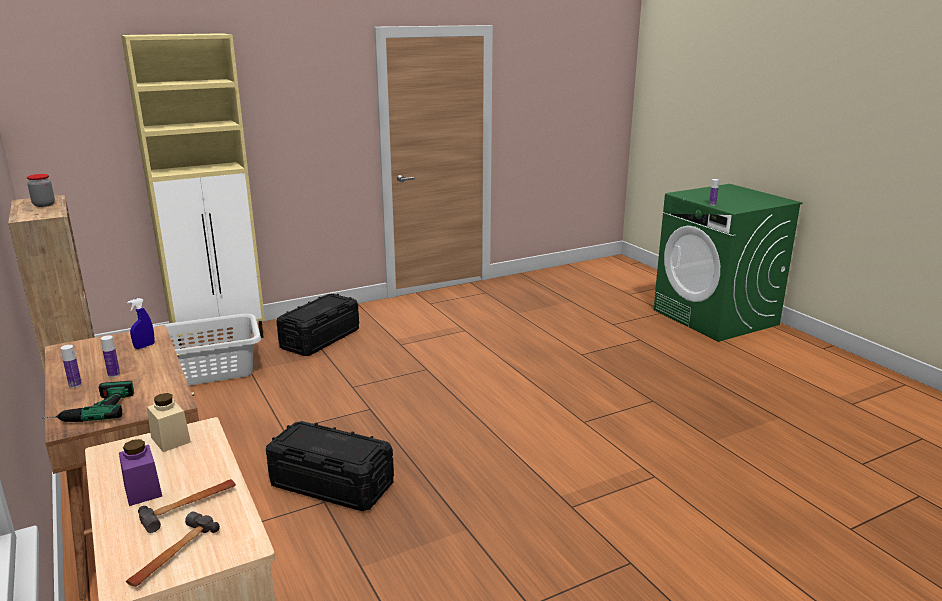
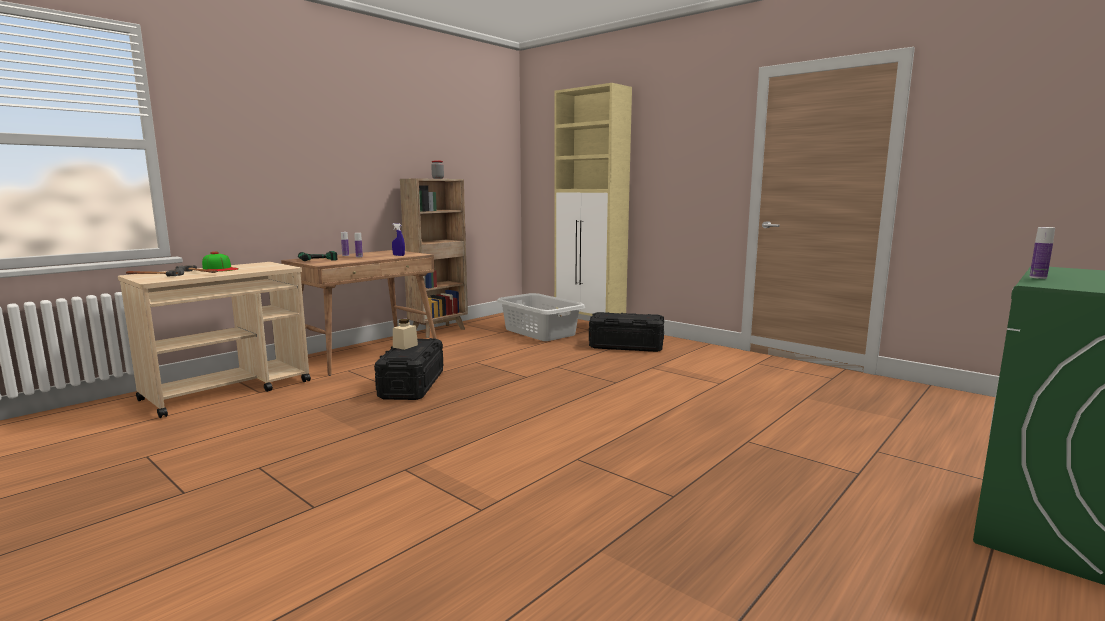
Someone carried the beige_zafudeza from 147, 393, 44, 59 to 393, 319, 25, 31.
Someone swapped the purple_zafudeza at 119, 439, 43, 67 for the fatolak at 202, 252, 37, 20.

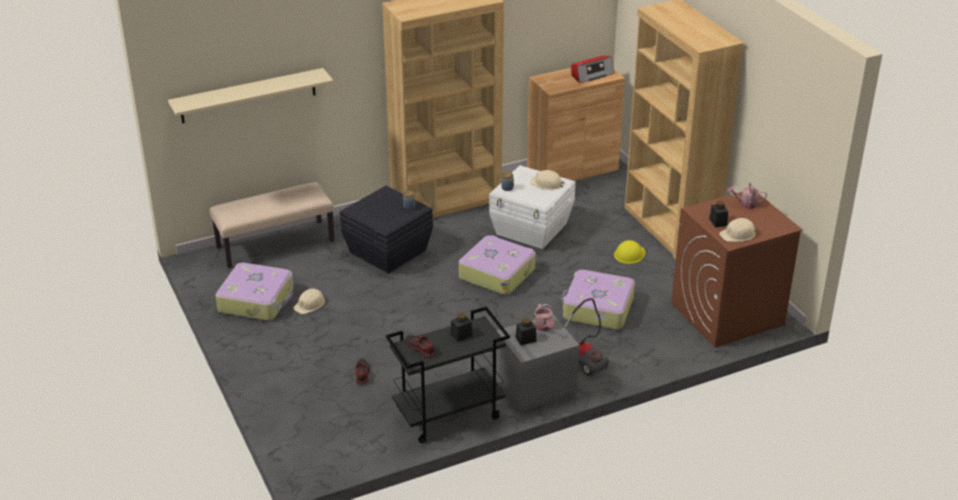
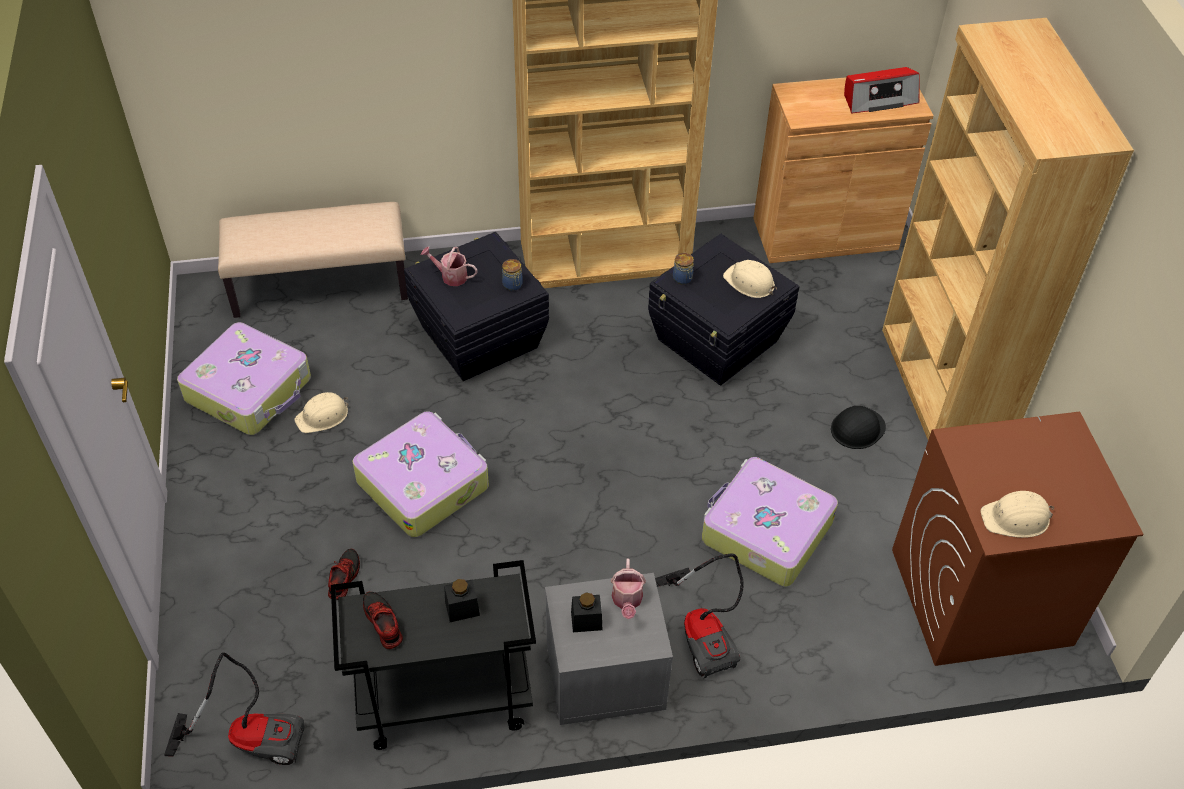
Someone took away the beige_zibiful at 168, 68, 166, 55.
Someone took away the black_zafudeza at 709, 201, 19, 26.
Someone put down the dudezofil at 164, 652, 141, 113.
Someone carried the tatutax from 459, 235, 77, 60 to 353, 411, 136, 126.
Someone carried the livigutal from 727, 182, 40, 27 to 421, 247, 56, 39.
Someone repainted the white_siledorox at 489, 165, 87, 84, which became the black_siledorox at 648, 234, 152, 151.
Someone repainted the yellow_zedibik at 614, 240, 32, 24, which became the black_zedibik at 831, 406, 55, 43.

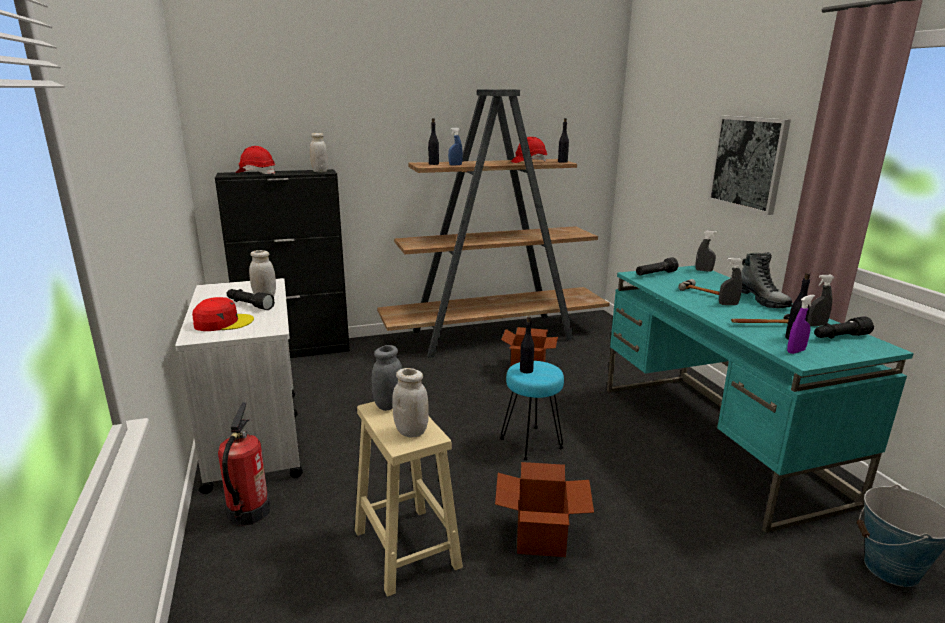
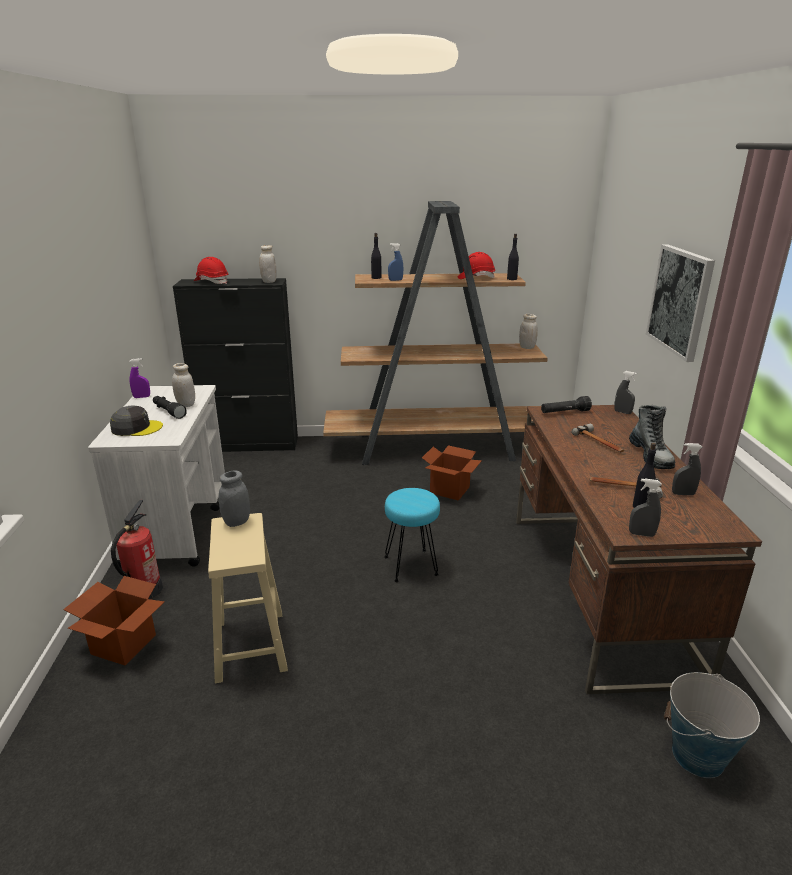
Someone took away the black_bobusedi at 520, 316, 14, 57.
Someone took away the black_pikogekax at 814, 316, 60, 23.
Someone carried the white_zafudeza from 392, 368, 37, 69 to 519, 314, 19, 35.
Someone carried the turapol from 495, 462, 99, 95 to 63, 576, 102, 90.
Someone carried the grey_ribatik from 719, 258, 24, 47 to 629, 478, 33, 59.
Someone carried the purple_ribatik from 787, 295, 28, 59 to 129, 358, 21, 40.
Someone repainted the red_fatolak at 192, 297, 62, 34, which became the grey_fatolak at 110, 406, 53, 30.
Someone repainted the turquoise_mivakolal at 607, 265, 307, 268, which became the brown_mivakolal at 516, 405, 246, 289.

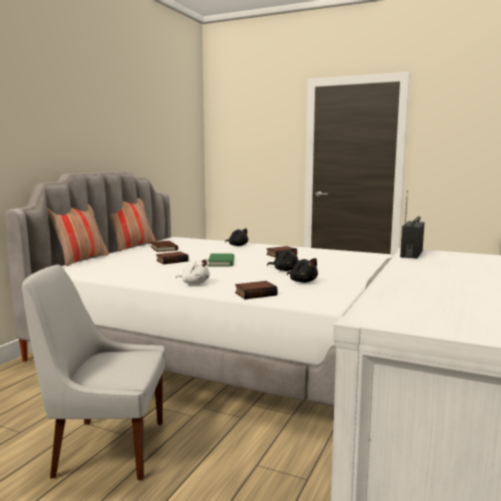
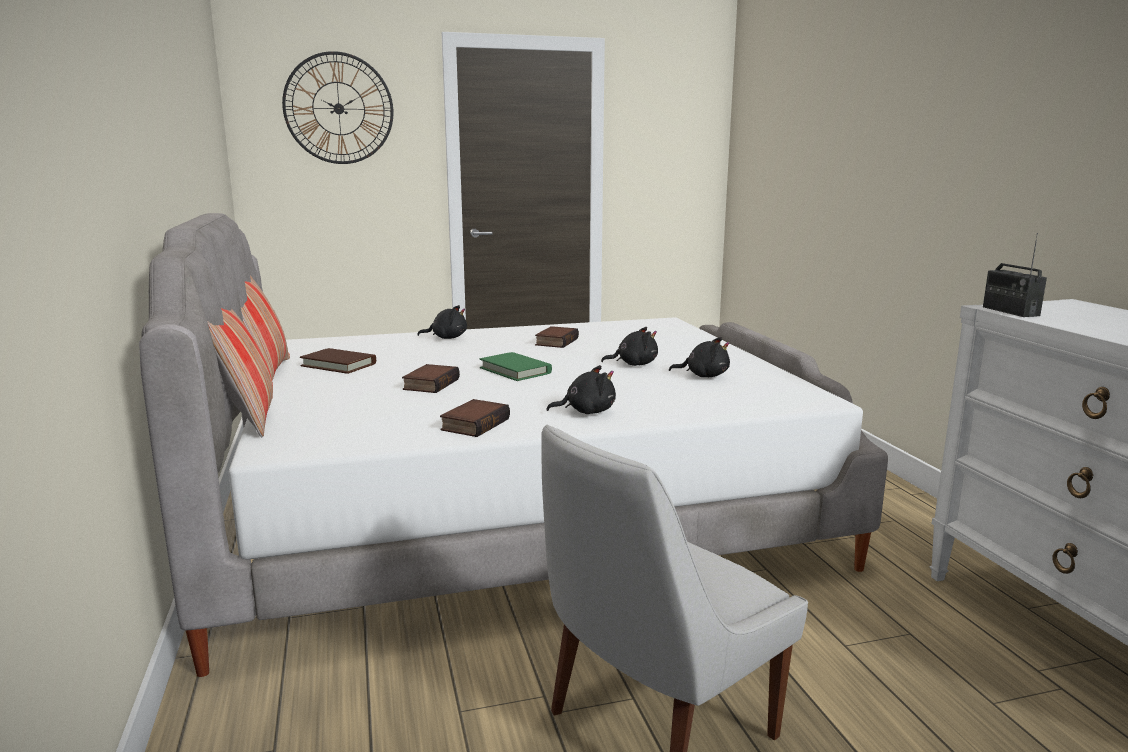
Someone put up the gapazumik at 282, 51, 111, 113.
Someone carried the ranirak from 235, 281, 43, 18 to 440, 399, 70, 38.
Someone repainted the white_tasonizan at 176, 258, 34, 26, which became the black_tasonizan at 547, 365, 69, 49.

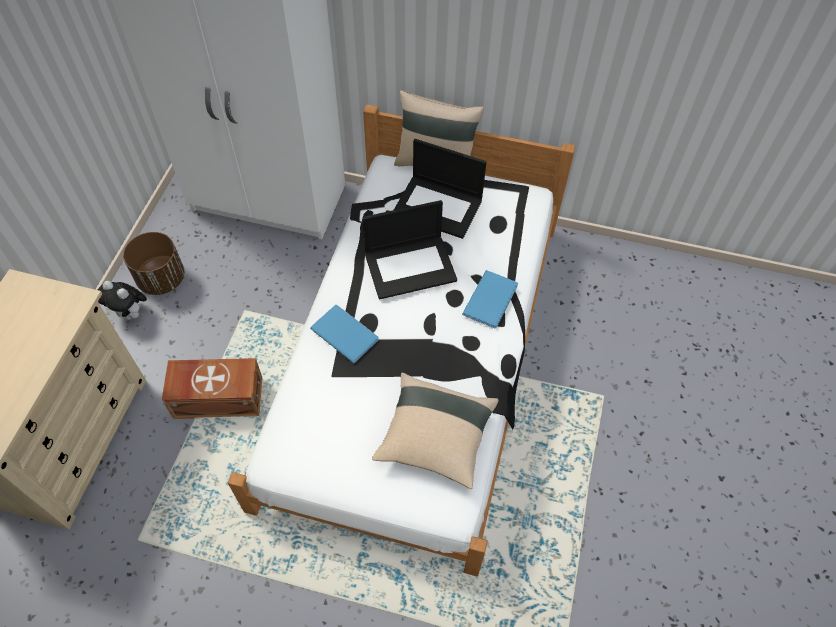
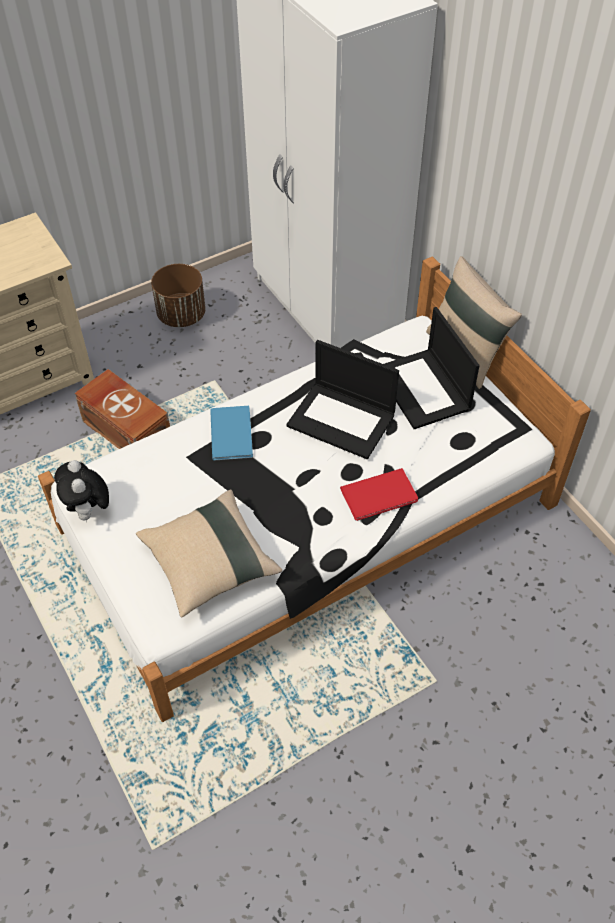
Someone carried the tasonizan from 98, 281, 49, 39 to 54, 460, 55, 63.
Someone repainted the blue_ranirak at 462, 270, 56, 58, which became the red_ranirak at 340, 468, 78, 53.

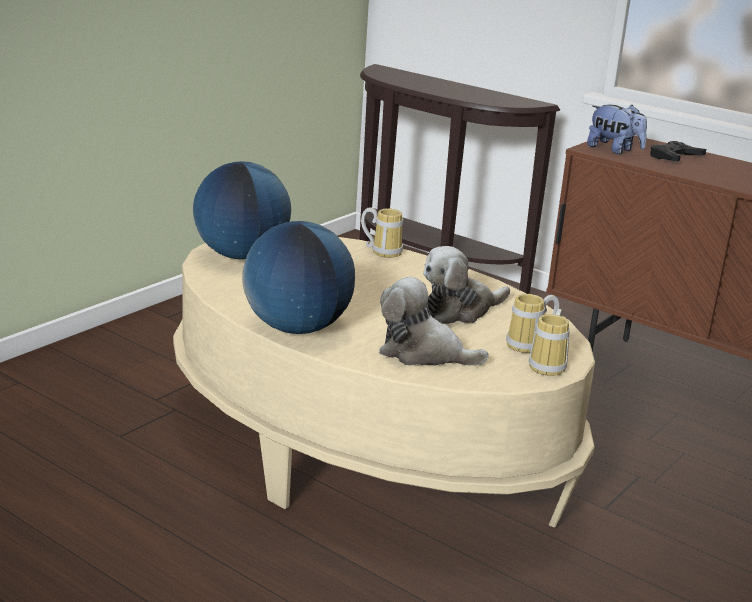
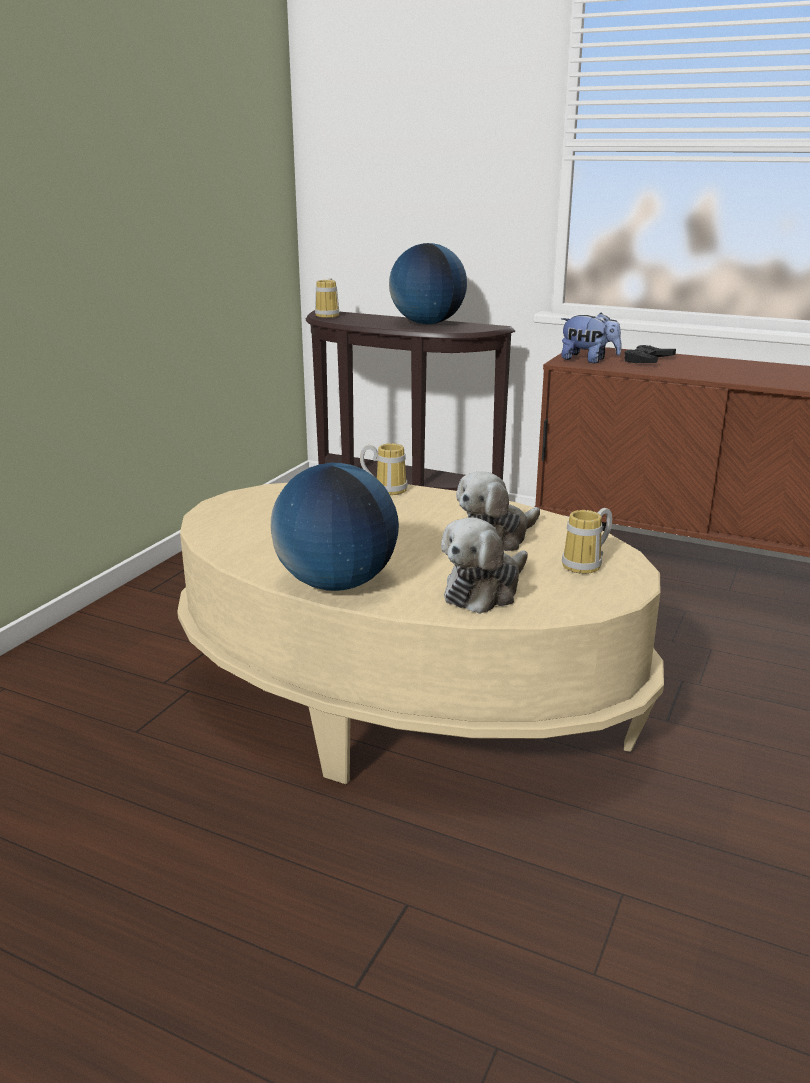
Someone carried the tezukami from 193, 161, 98, 98 to 389, 243, 78, 81.
Someone carried the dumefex from 529, 309, 41, 67 to 315, 278, 24, 40.
Someone rotated the tasonizan at 379, 276, 110, 90 by 60 degrees counterclockwise.

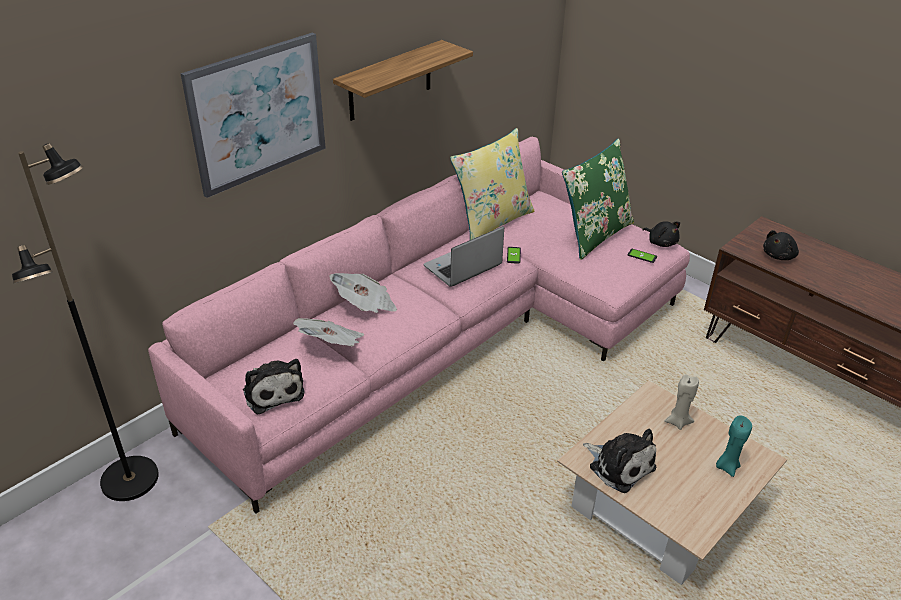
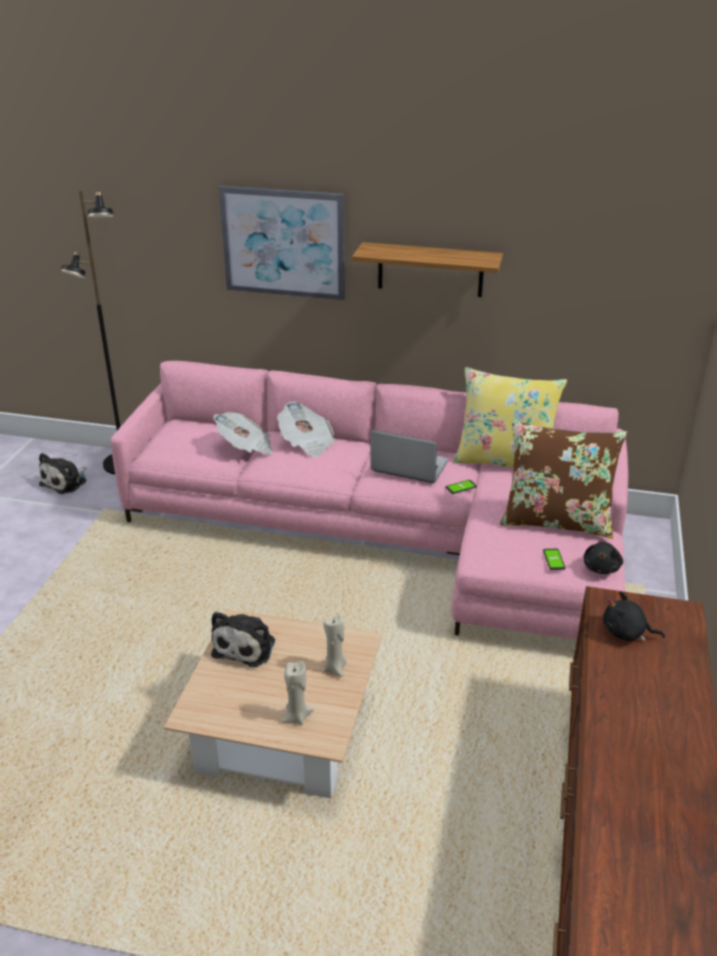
Someone carried the tasonizan from 243, 359, 62, 56 to 39, 453, 47, 41.
Someone repainted the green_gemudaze at 562, 139, 72, 121, which became the brown_gemudaze at 500, 420, 128, 119.
Someone repainted the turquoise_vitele at 716, 416, 36, 61, which became the beige_vitele at 282, 661, 32, 64.

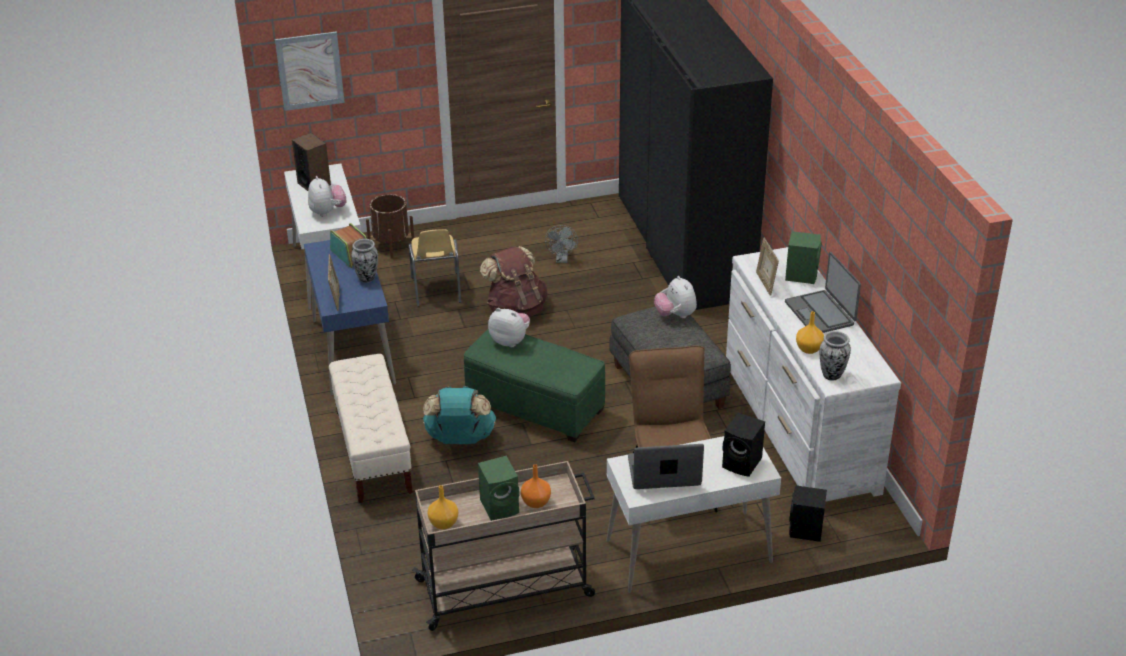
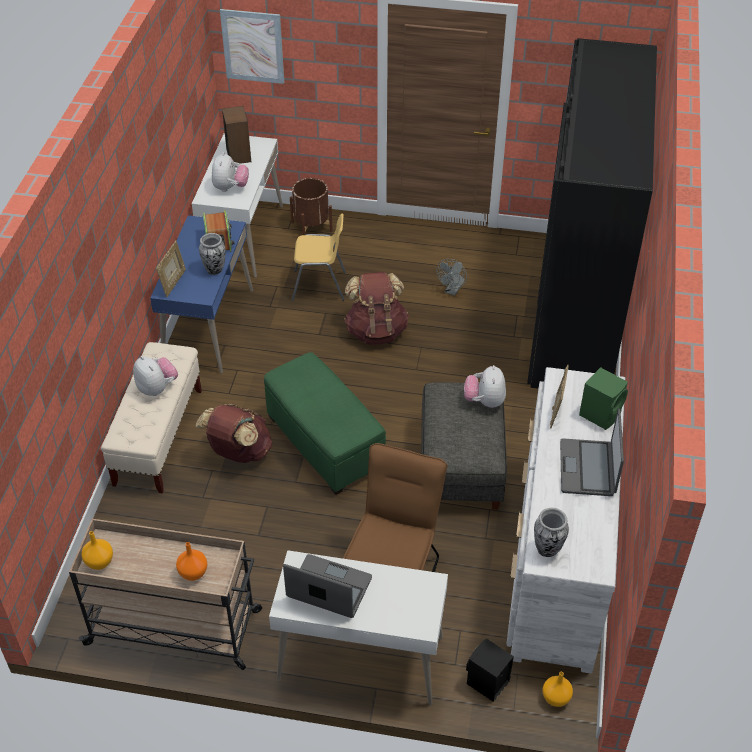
Someone took away the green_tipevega at 478, 456, 41, 65.
Someone took away the black_tipevega at 722, 413, 43, 64.
Someone carried the tasonizan from 488, 308, 42, 39 to 133, 356, 45, 40.
Someone carried the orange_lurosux from 796, 311, 28, 43 to 543, 672, 30, 35.
Someone repainted the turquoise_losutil at 423, 386, 73, 58, which became the brown_losutil at 196, 404, 76, 59.
Someone rotated the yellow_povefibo at 409, 229, 52, 78 by 105 degrees counterclockwise.

